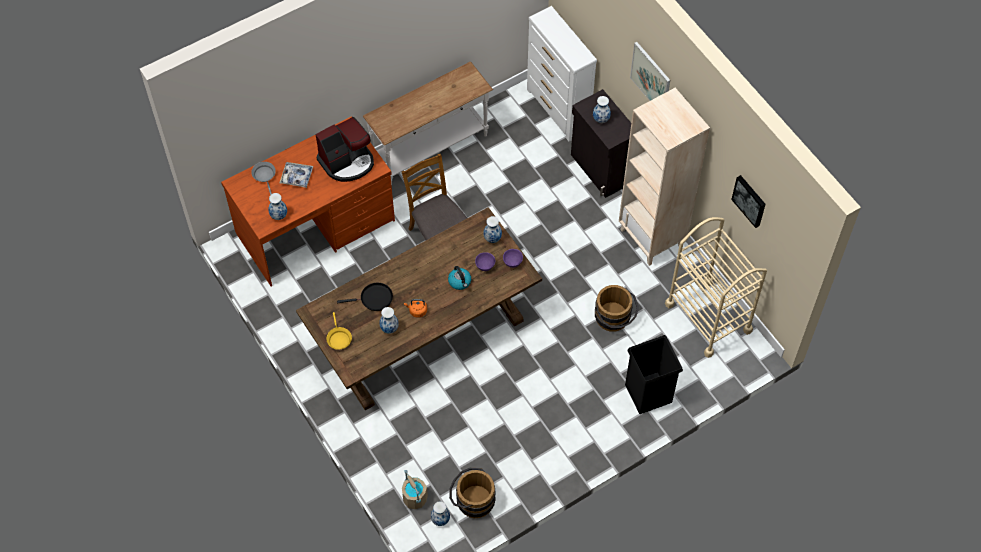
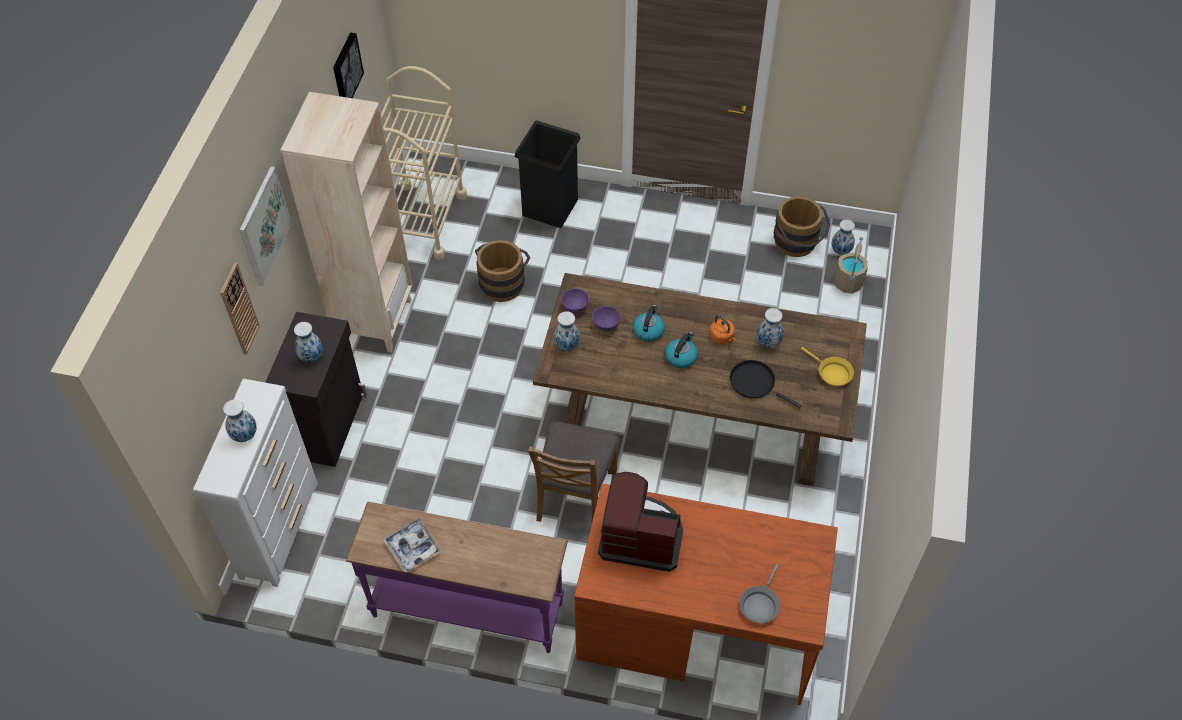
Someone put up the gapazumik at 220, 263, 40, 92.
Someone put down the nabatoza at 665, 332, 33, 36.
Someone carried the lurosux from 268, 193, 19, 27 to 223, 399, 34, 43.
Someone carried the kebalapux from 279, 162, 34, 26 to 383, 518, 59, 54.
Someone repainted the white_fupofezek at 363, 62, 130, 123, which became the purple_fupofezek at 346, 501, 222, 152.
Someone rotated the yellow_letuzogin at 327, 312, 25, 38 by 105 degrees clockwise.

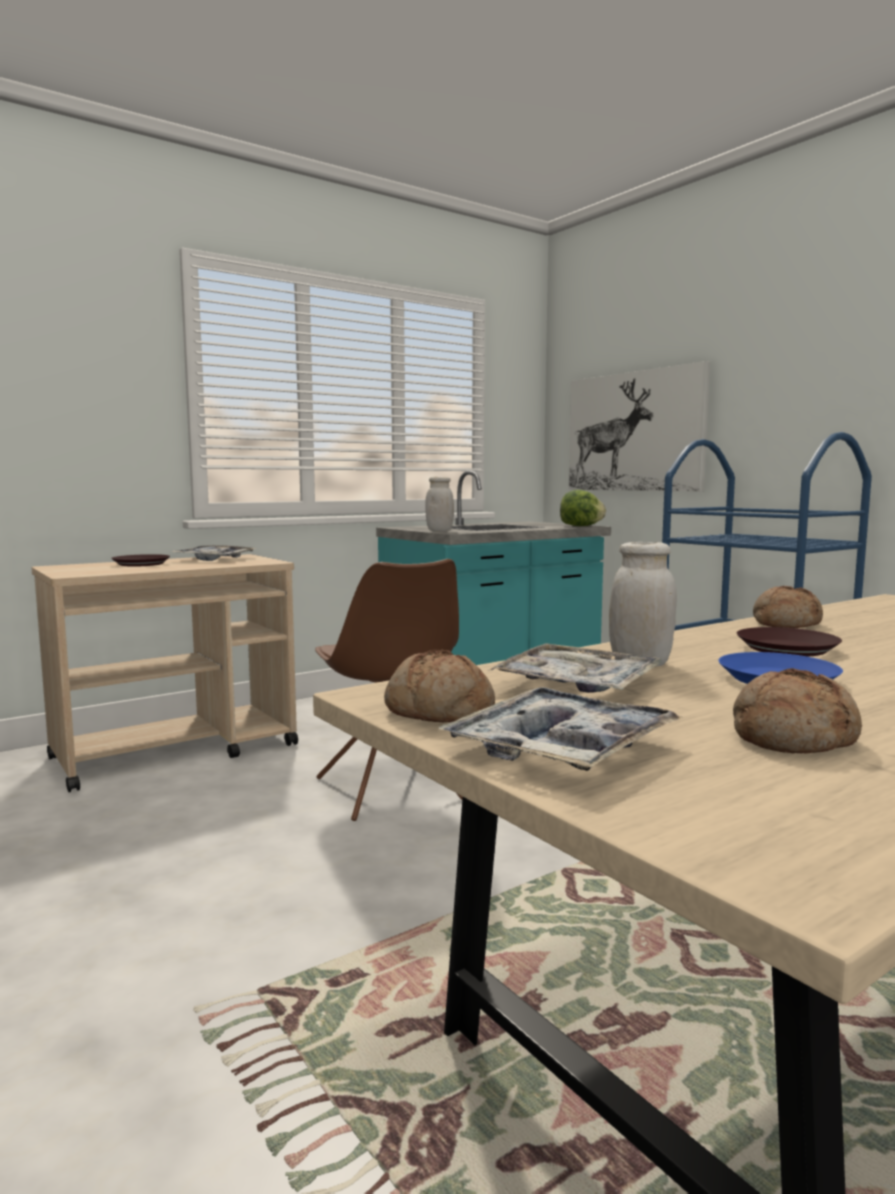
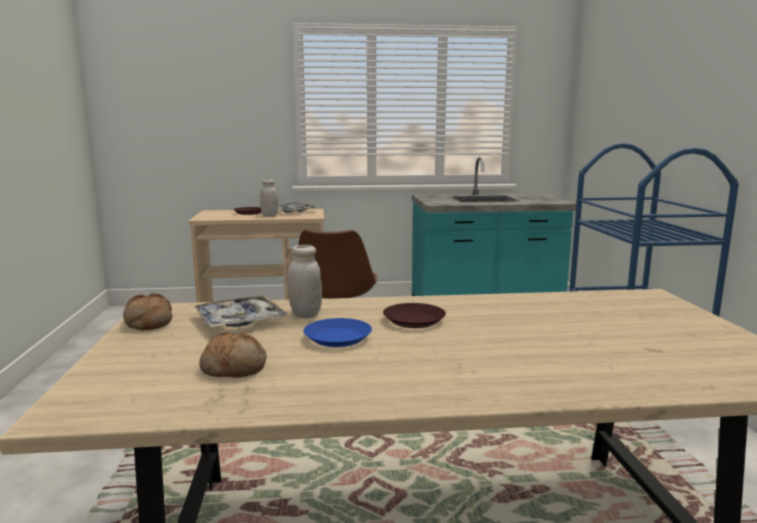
Someone took away the kebalapux at 439, 687, 244, 84.
Someone took away the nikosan at 560, 490, 46, 36.
Someone took away the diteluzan at 569, 361, 141, 130.
Someone took away the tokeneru at 753, 586, 70, 42.
Someone carried the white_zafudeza from 426, 477, 28, 54 to 260, 179, 19, 38.

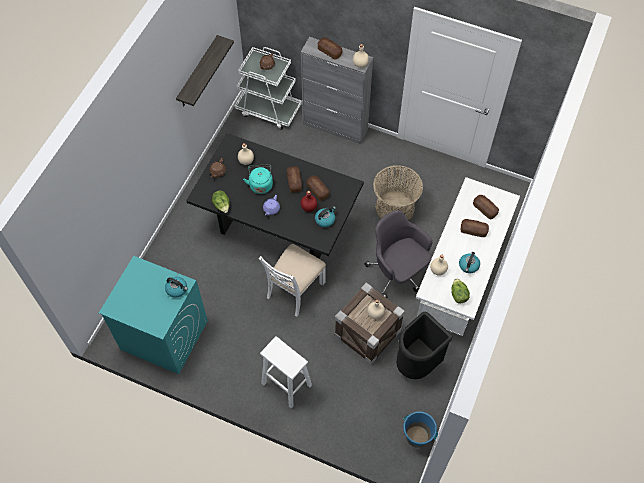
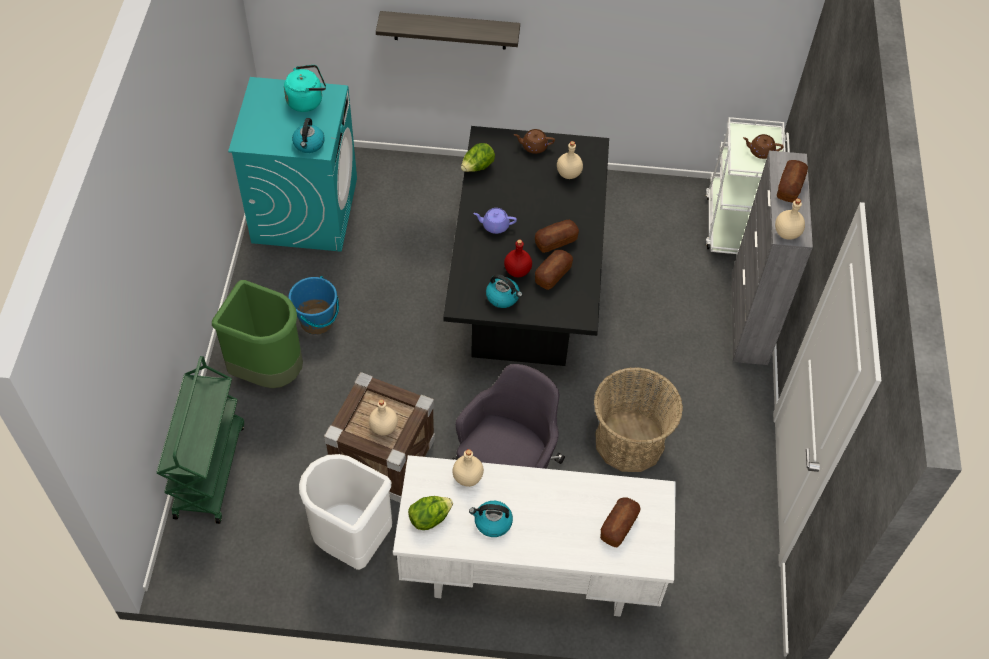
Someone took away the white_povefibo at 259, 244, 67, 73.
Someone took away the tokeneru at 461, 219, 28, 18.
Someone put down the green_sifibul at 157, 356, 87, 168.
Someone carried the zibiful from 176, 35, 58, 72 to 376, 11, 144, 39.
Someone carried the turquoise_nabatoza from 243, 164, 30, 30 to 284, 65, 42, 47.
Someone carried the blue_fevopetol from 403, 411, 35, 37 to 288, 276, 51, 59.
Someone swapped the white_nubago at 260, 336, 52, 72 for the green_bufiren at 212, 280, 91, 108.
Someone repainted the black_bufiren at 396, 312, 56, 67, which became the white_bufiren at 299, 454, 93, 116.

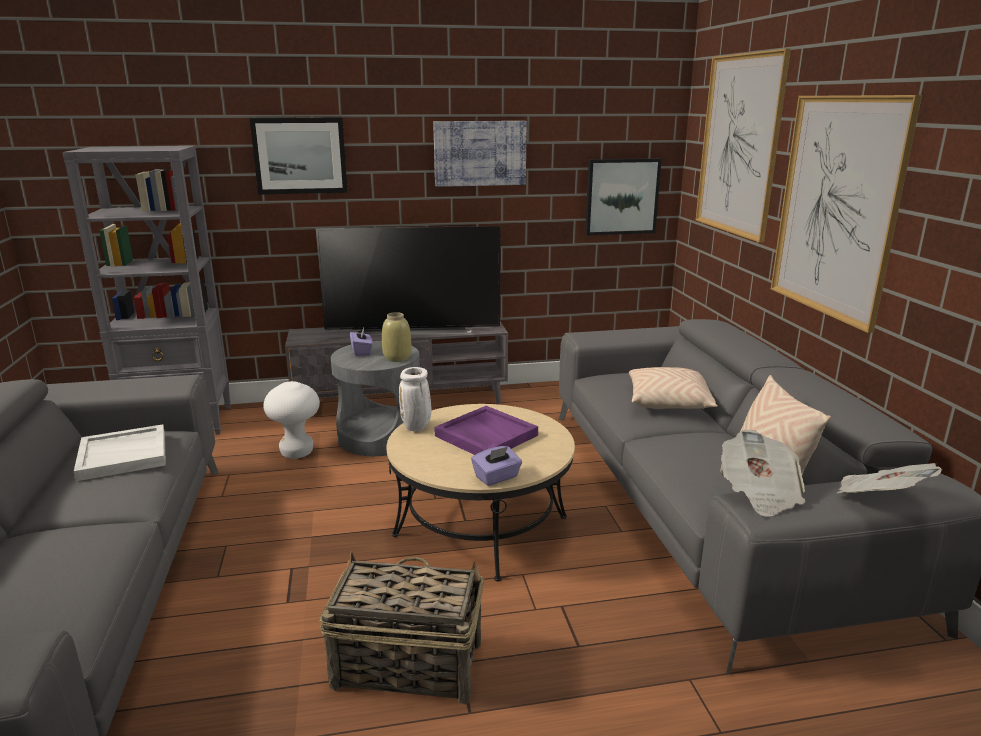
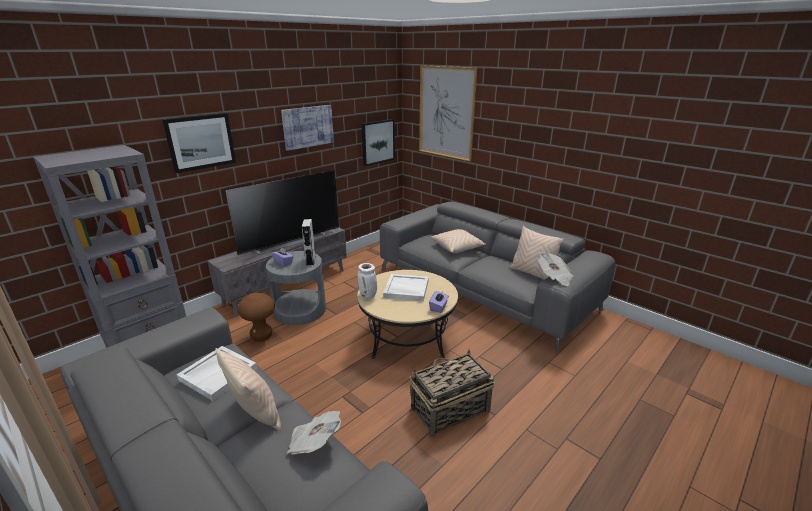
Someone took away the diteluzan at 771, 95, 151, 238.
Someone put down the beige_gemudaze at 215, 348, 66, 83.
Someone carried the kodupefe from 837, 463, 105, 30 to 287, 411, 54, 43.
Someone swapped the beige_lurosux at 382, 312, 29, 50 for the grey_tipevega at 302, 219, 14, 47.
Someone repainted the white_nubago at 263, 381, 57, 78, which became the brown_nubago at 238, 293, 37, 49.
Someone repainted the purple_kebalapux at 434, 406, 104, 49, which became the white_kebalapux at 383, 274, 46, 27.

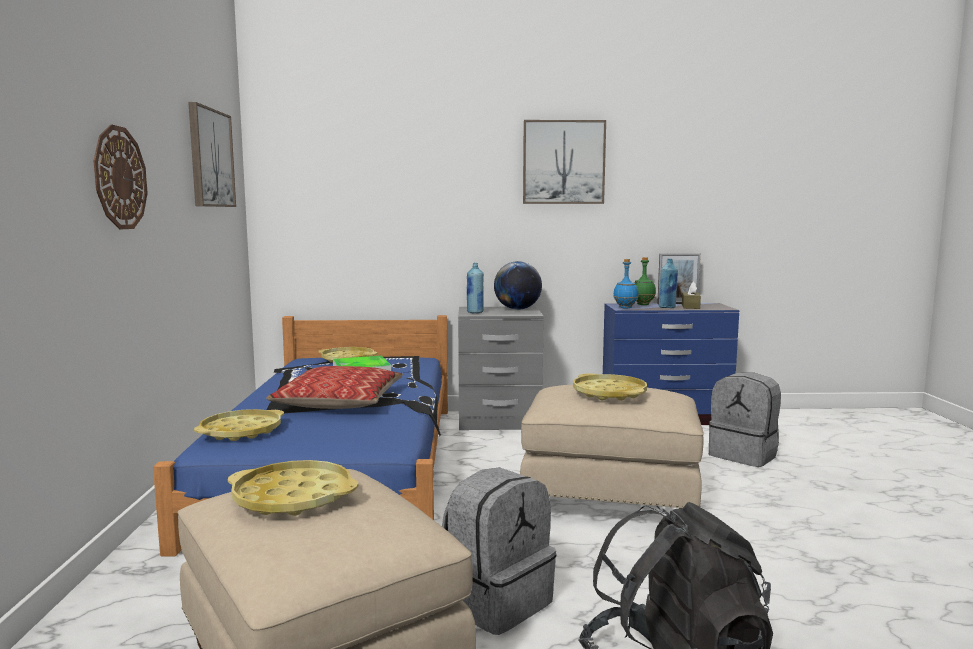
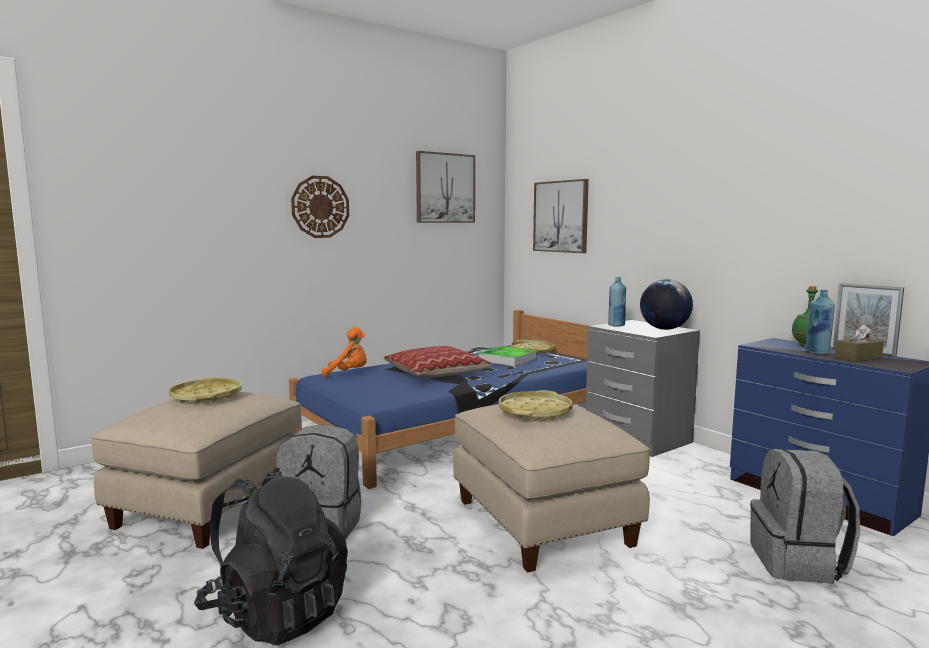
Someone took away the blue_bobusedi at 613, 259, 25, 50.
Someone carried the diteluzan from 523, 120, 83, 84 to 533, 179, 56, 74.
Someone swapped the yellow_kebalapux at 194, 409, 90, 32 for the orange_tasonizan at 322, 327, 45, 50.

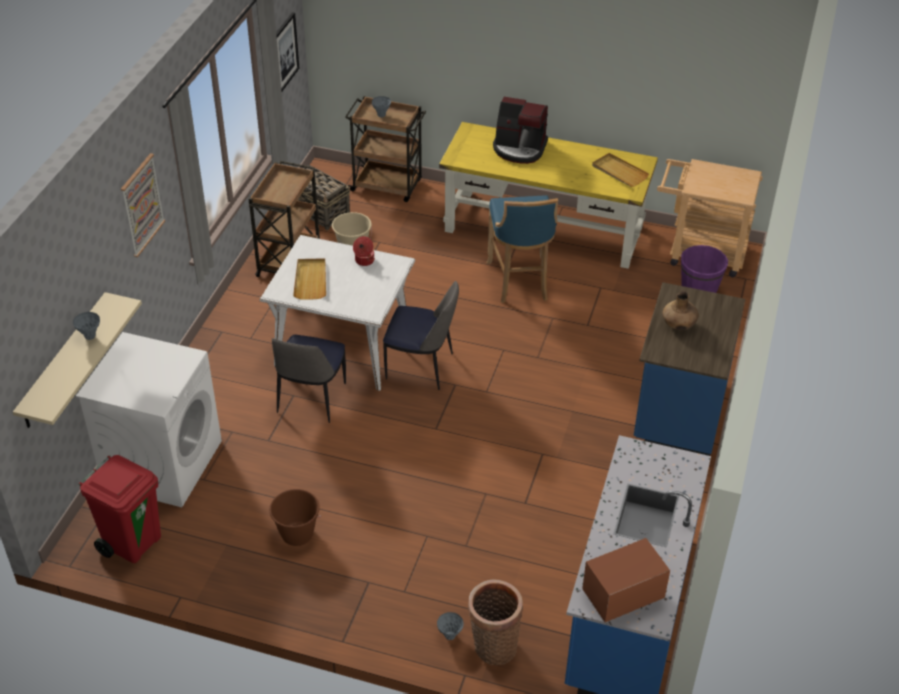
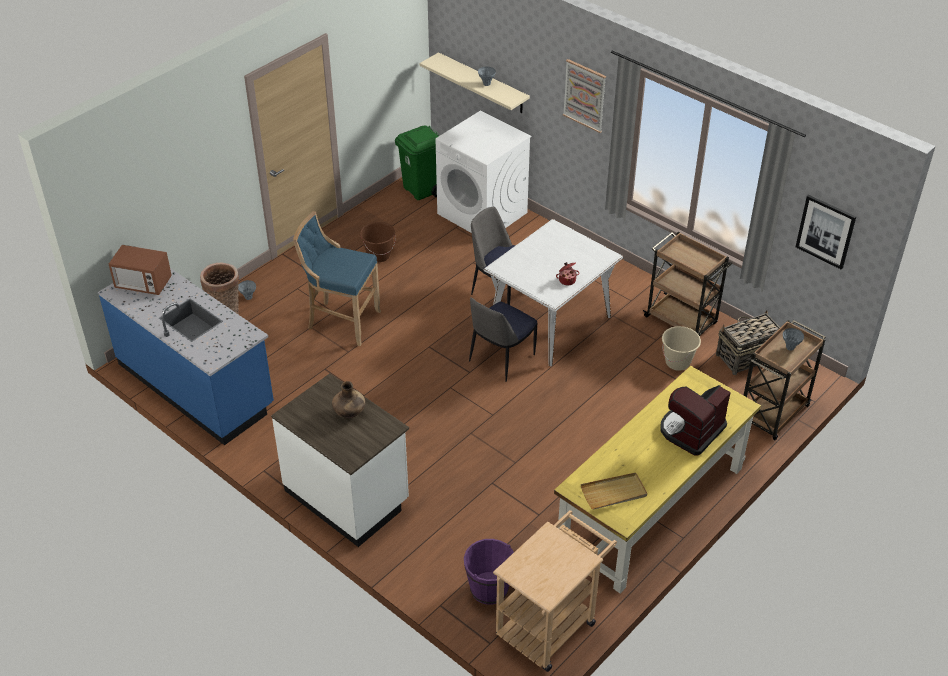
Someone took away the beige_kebalapux at 293, 259, 33, 41.
Someone carried the blue_nubago from 487, 195, 71, 108 to 293, 211, 88, 135.
Someone repainted the red_bufiren at 79, 455, 82, 108, which became the green_bufiren at 395, 126, 45, 74.
Someone repainted the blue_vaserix at 634, 282, 111, 174, which became the white_vaserix at 271, 373, 138, 174.
Someone rotated the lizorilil at 582, 538, 88, 84 by 105 degrees clockwise.

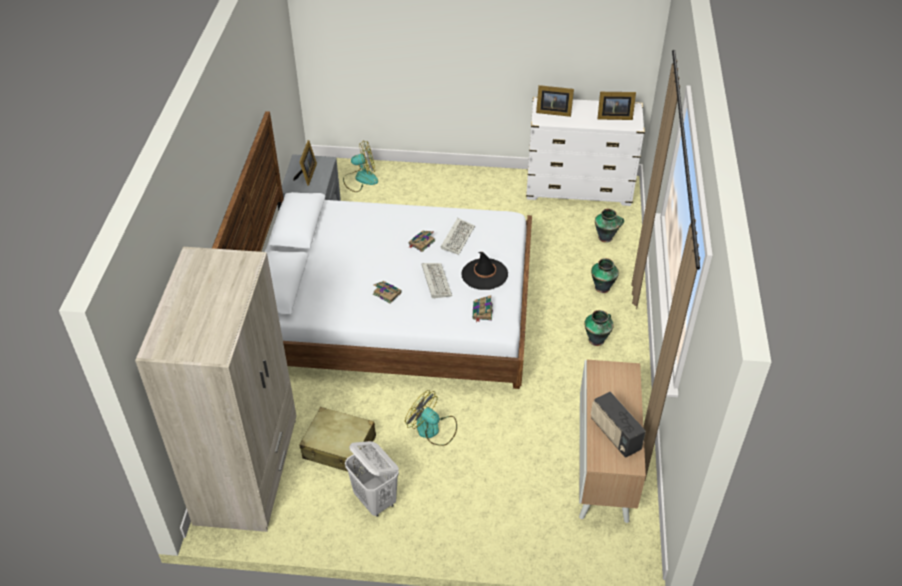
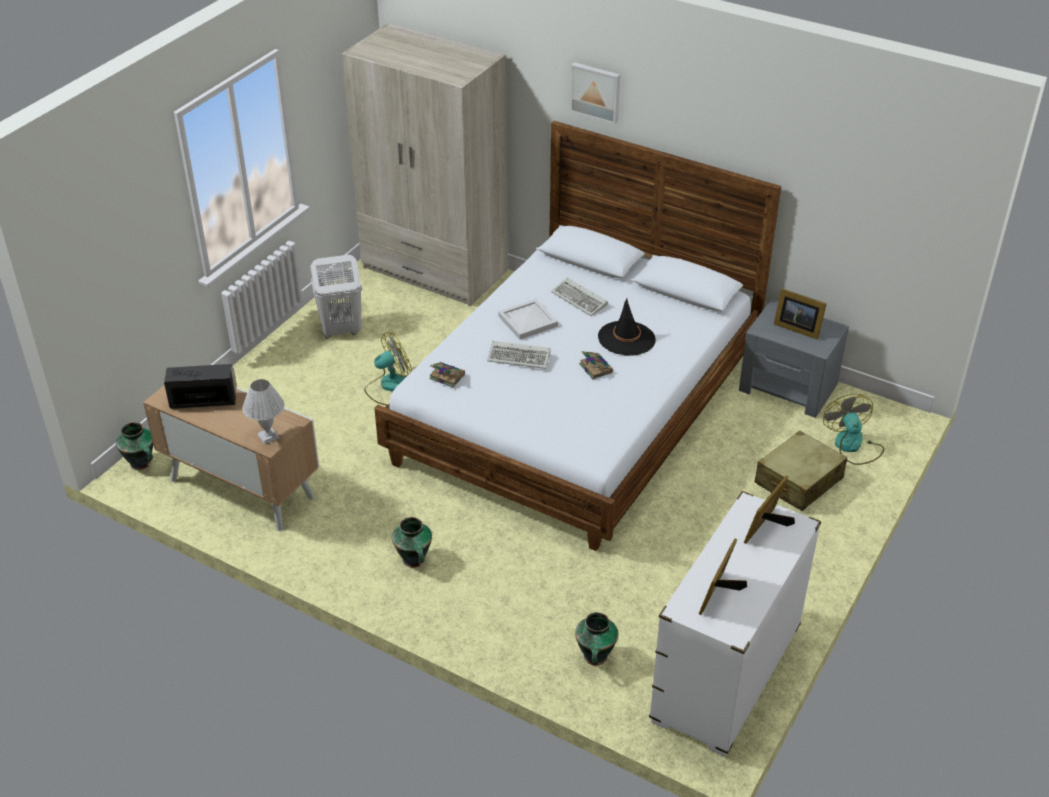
Someone put down the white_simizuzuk at 243, 379, 42, 65.
Someone put up the diteluzan at 570, 62, 50, 62.
Someone carried the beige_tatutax from 299, 407, 77, 67 to 754, 431, 93, 80.
Someone carried the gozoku from 441, 218, 34, 37 to 551, 278, 57, 38.
Someone carried the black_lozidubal from 462, 252, 46, 38 to 598, 299, 58, 57.
Someone carried the lurosux from 591, 258, 28, 35 to 116, 422, 37, 48.
Someone swapped the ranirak at 373, 281, 29, 23 for the white_kebalapux at 498, 299, 60, 41.
Someone rotated the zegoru at 343, 141, 35, 51 by 150 degrees clockwise.

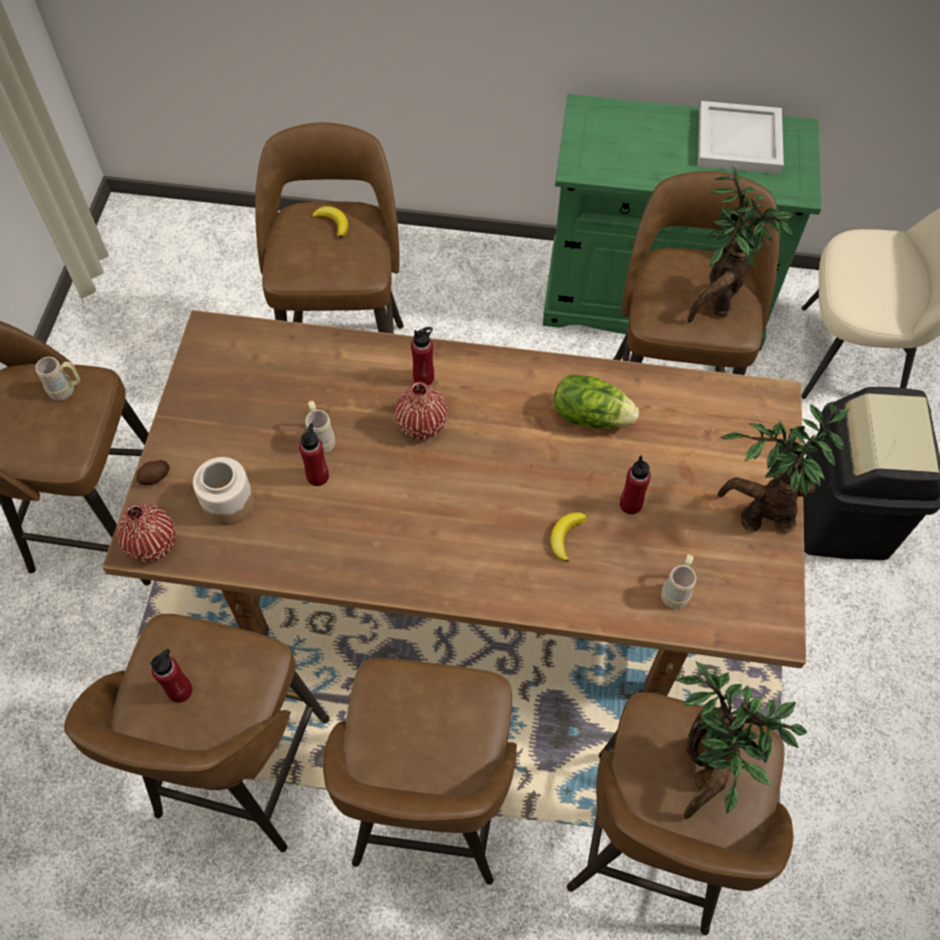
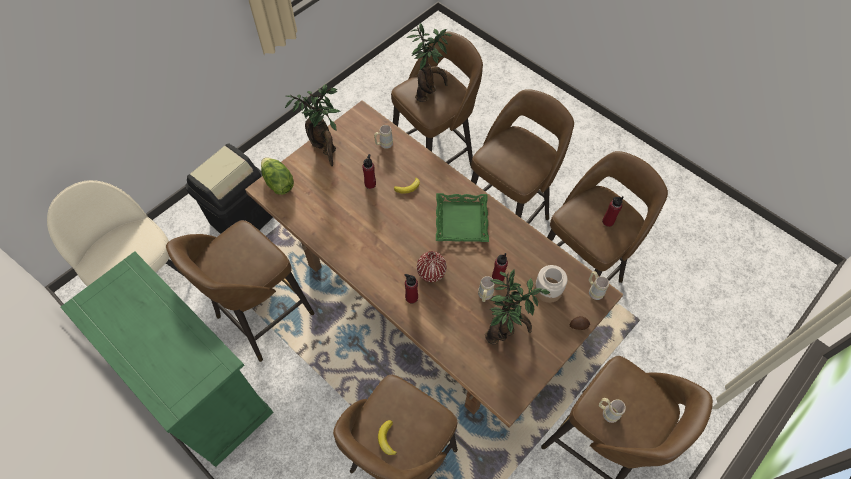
Someone took away the white_kebalapux at 698, 101, 86, 73.
Someone put down the green_kebalapux at 436, 193, 53, 49.
Someone carried the nikosan from 554, 374, 85, 55 to 261, 157, 33, 38.
Someone carried the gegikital from 687, 166, 107, 157 to 485, 269, 65, 75.
Someone swapped the red_lurosux at 117, 504, 59, 58 for the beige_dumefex at 589, 271, 20, 29.

